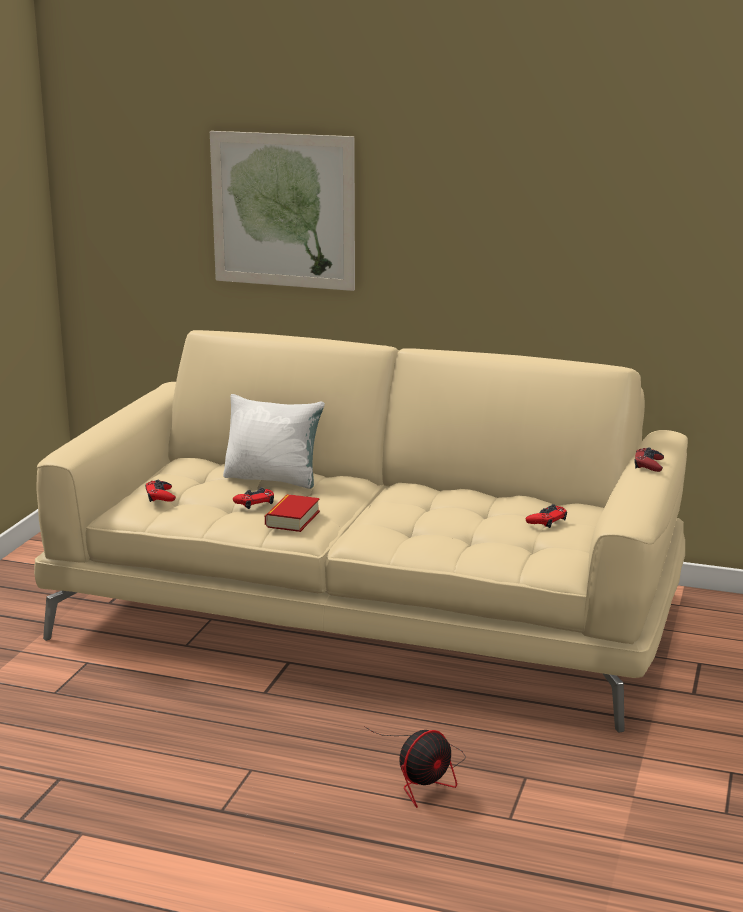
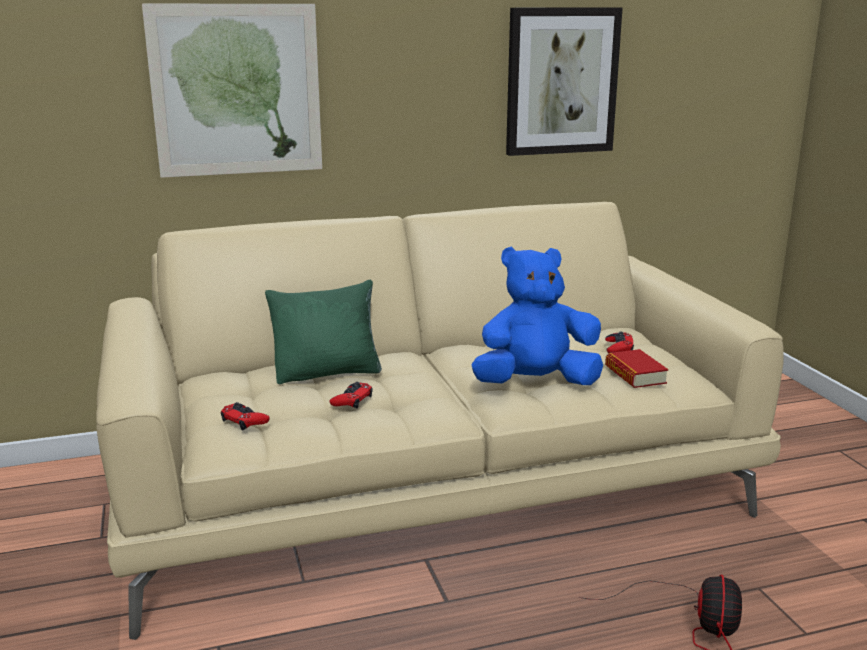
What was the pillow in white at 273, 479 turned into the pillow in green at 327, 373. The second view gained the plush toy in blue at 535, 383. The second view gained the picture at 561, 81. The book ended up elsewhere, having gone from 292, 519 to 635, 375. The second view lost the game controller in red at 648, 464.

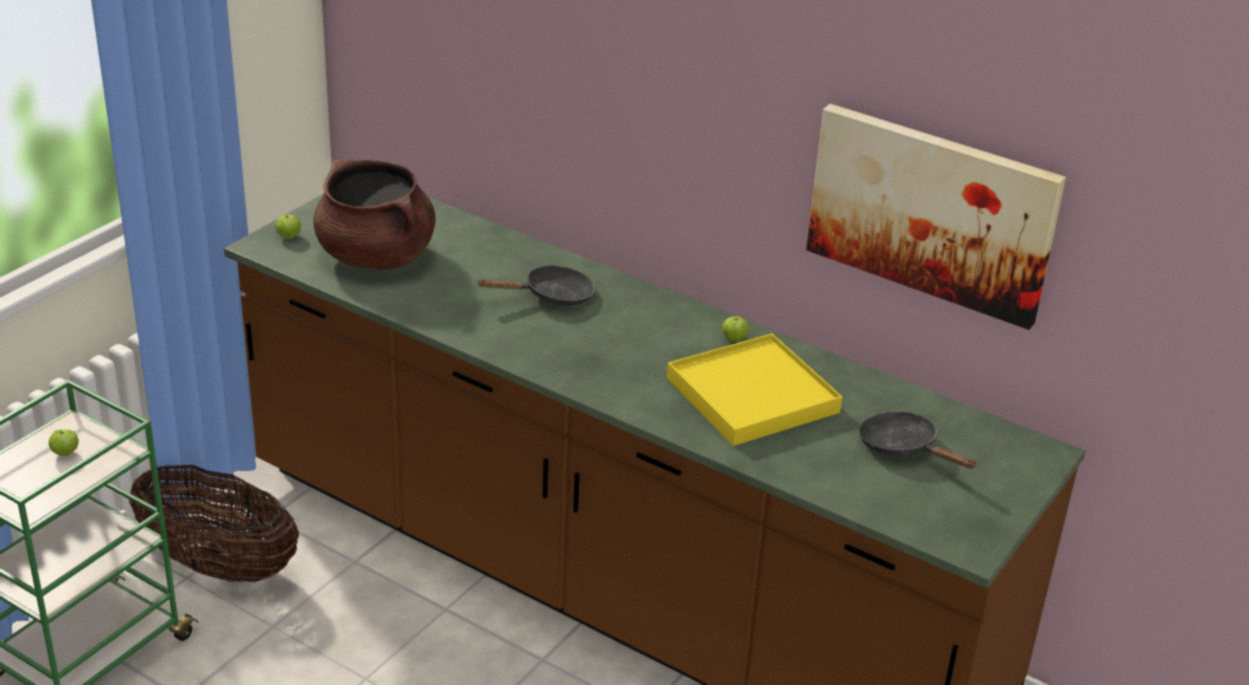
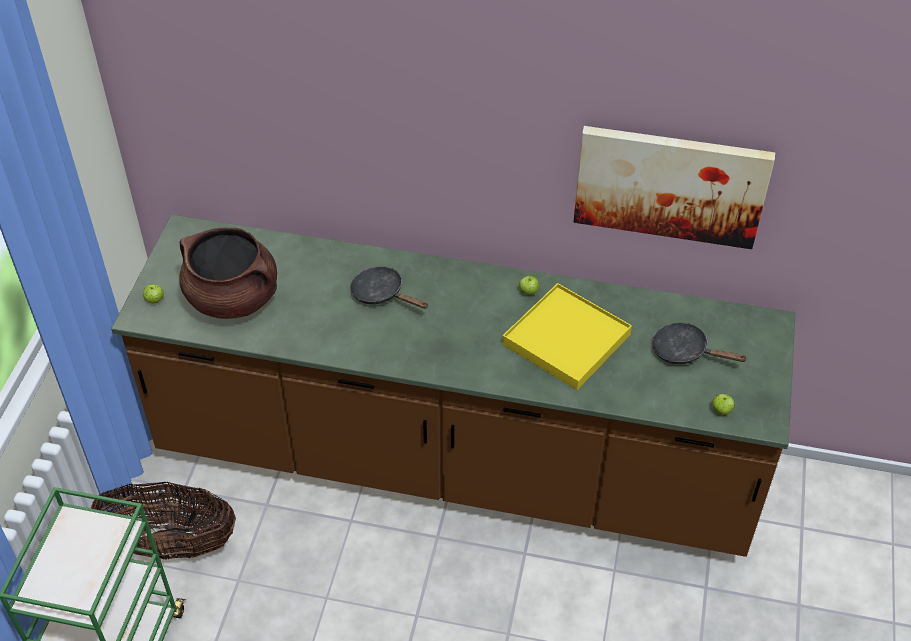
The frying pan in black at 551, 296 ended up facing another way, 105 degrees counterclockwise from before. The apple ended up elsewhere, having gone from 65, 453 to 721, 410.

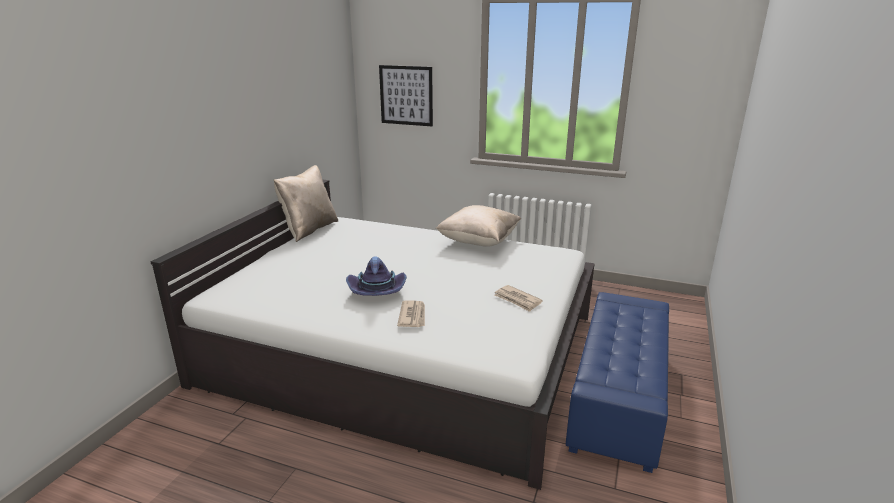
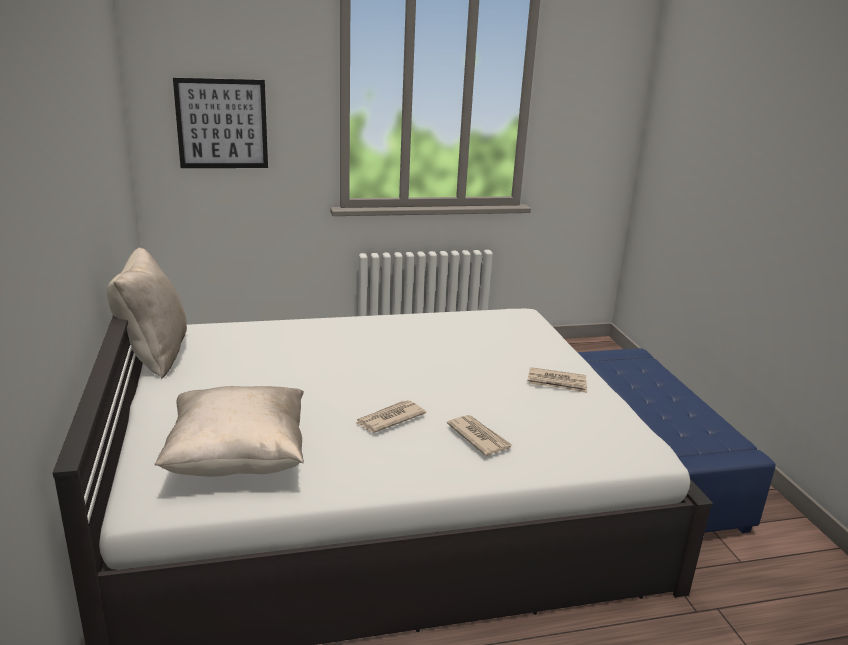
The pillow in beige ended up elsewhere, having gone from 478, 242 to 238, 460. Where the hat in purple stood at 377, 291, the newspaper came to stand at 389, 419.

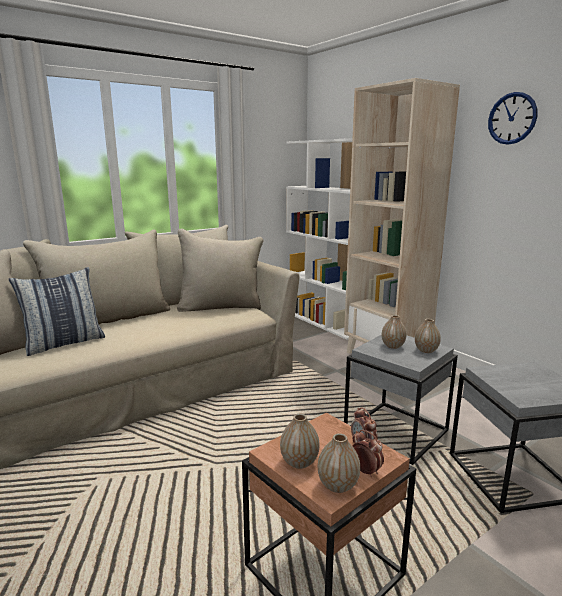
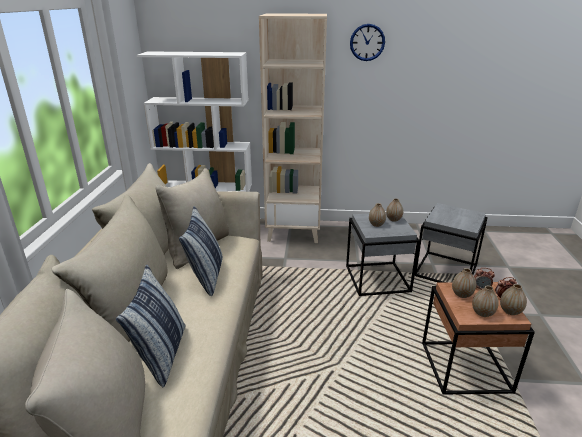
The second view gained the pillow at 206, 276. The second view gained the vase at 461, 294.

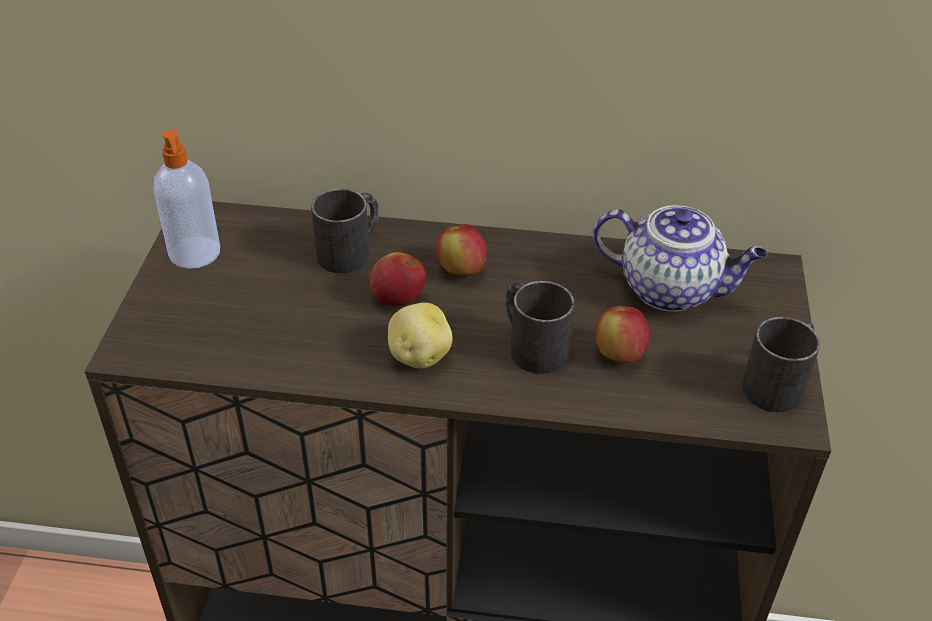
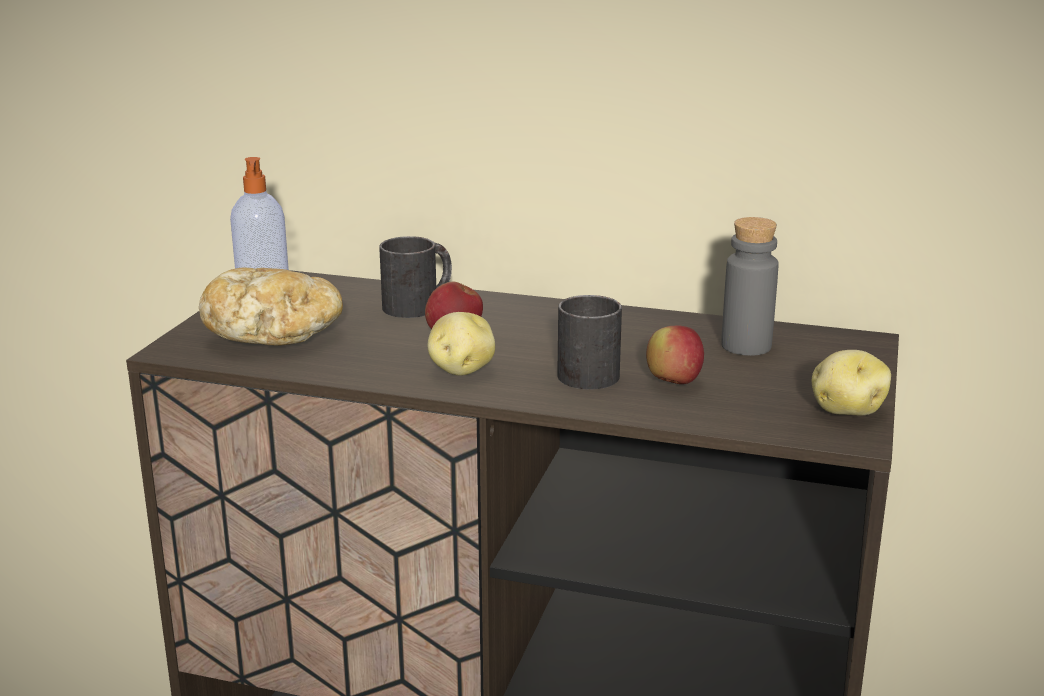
The second view gained the bread at 274, 336. Where the teapot stood at 671, 289, the bottle in grey came to stand at 746, 346. Where the mug in black stood at 779, 383, the potato came to stand at 846, 411. The second view lost the apple at 461, 270.

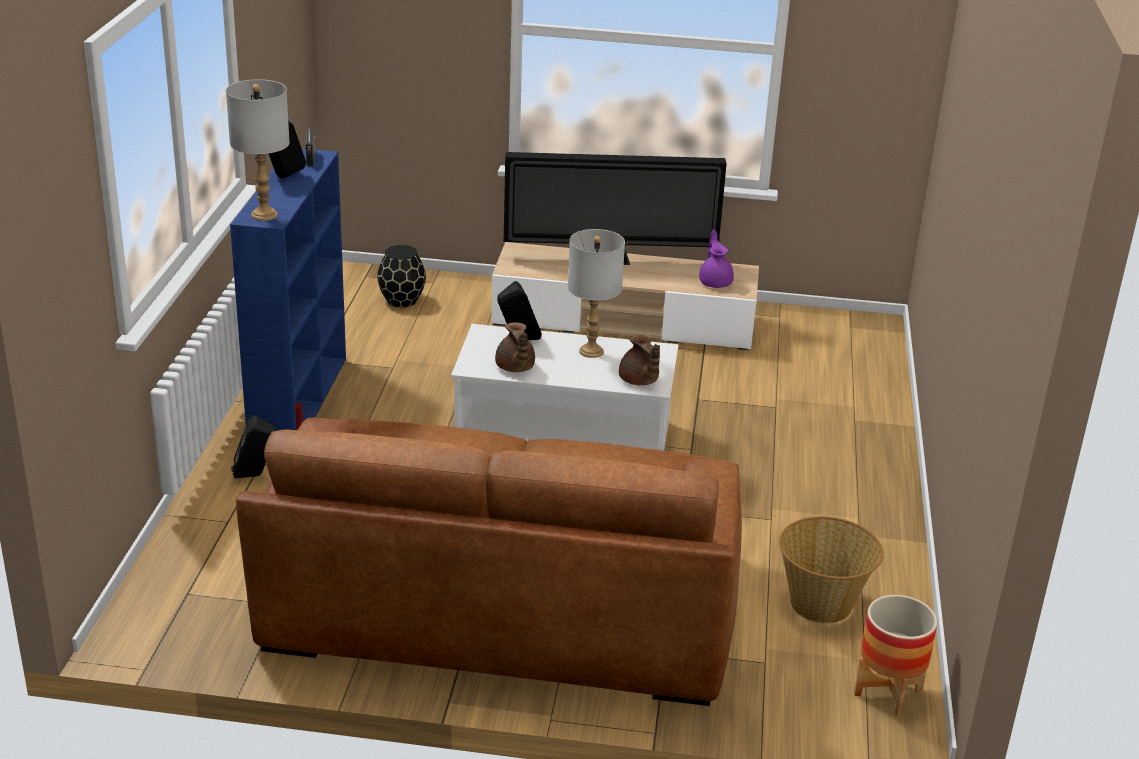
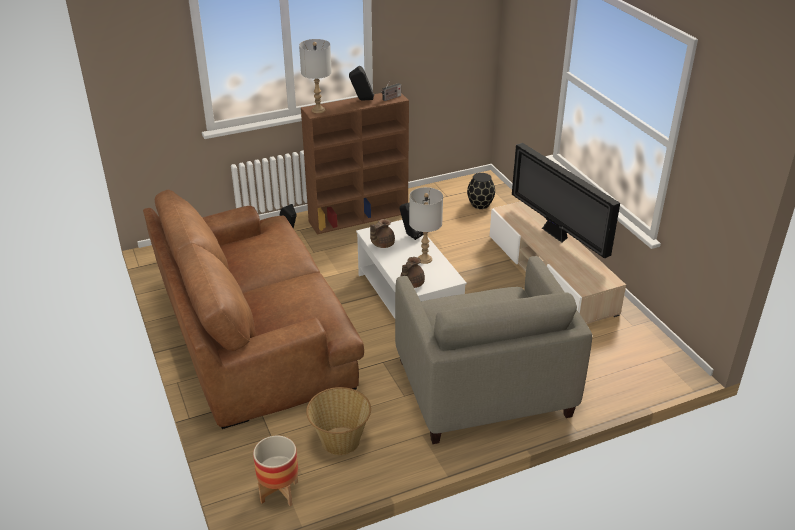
What was the bookcase in blue at 299, 400 turned into the bookcase in brown at 359, 217. The second view gained the armchair in beige at 482, 387. The second view lost the teapot in purple at 715, 282.

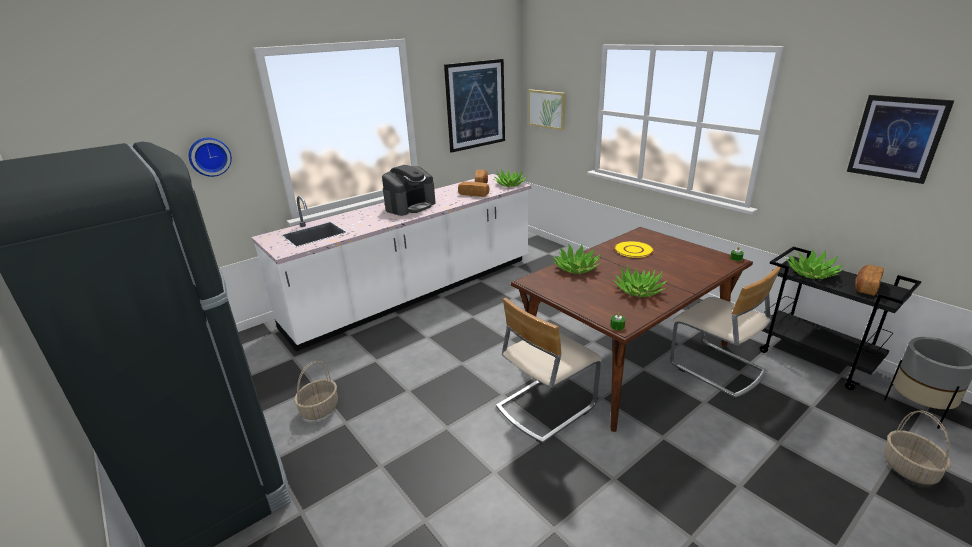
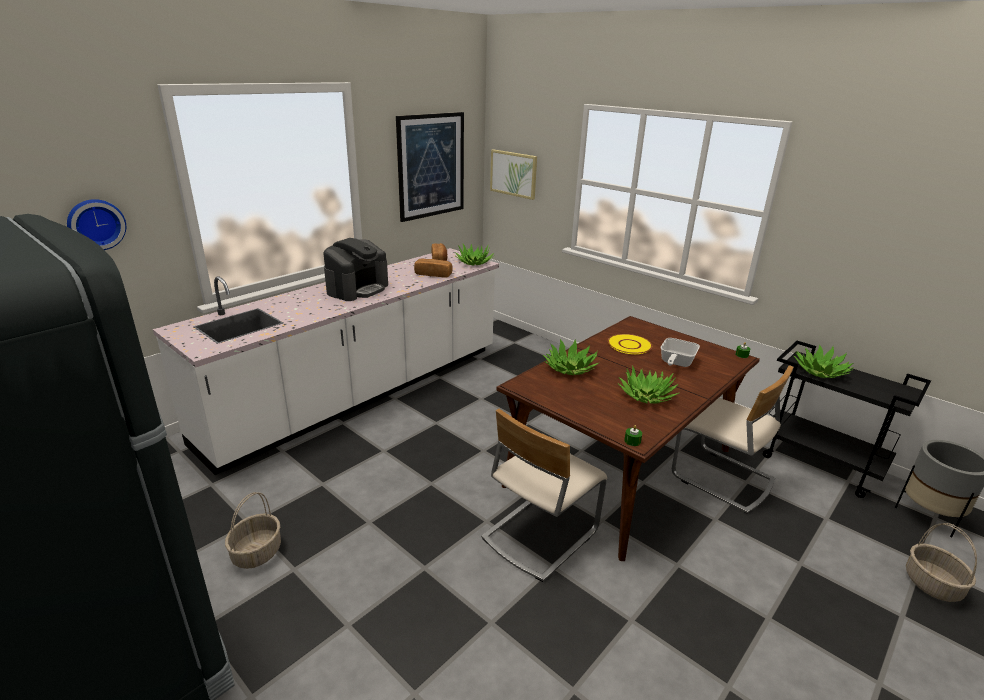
The second view gained the frying pan at 675, 363. The second view lost the picture at 896, 138. The second view lost the bread at 865, 287.

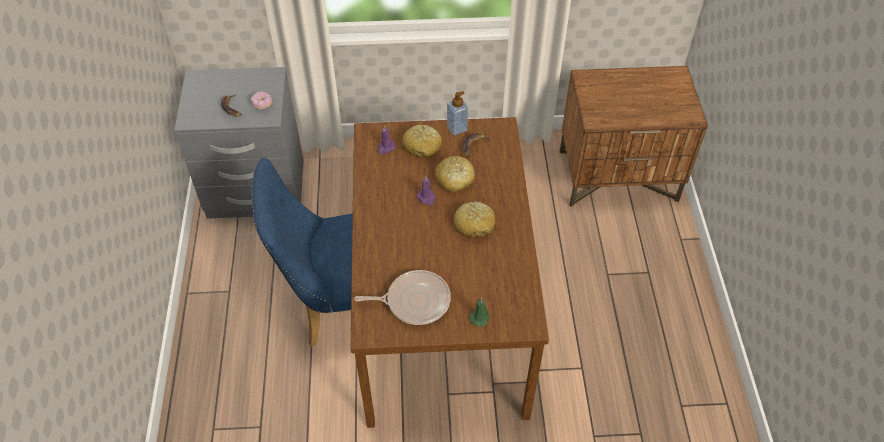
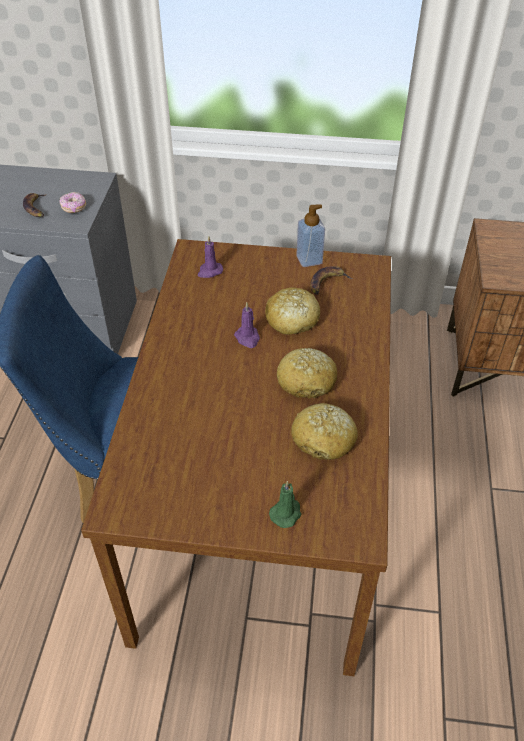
The bread ended up elsewhere, having gone from 422, 146 to 324, 439. The second view lost the frying pan at 414, 301.

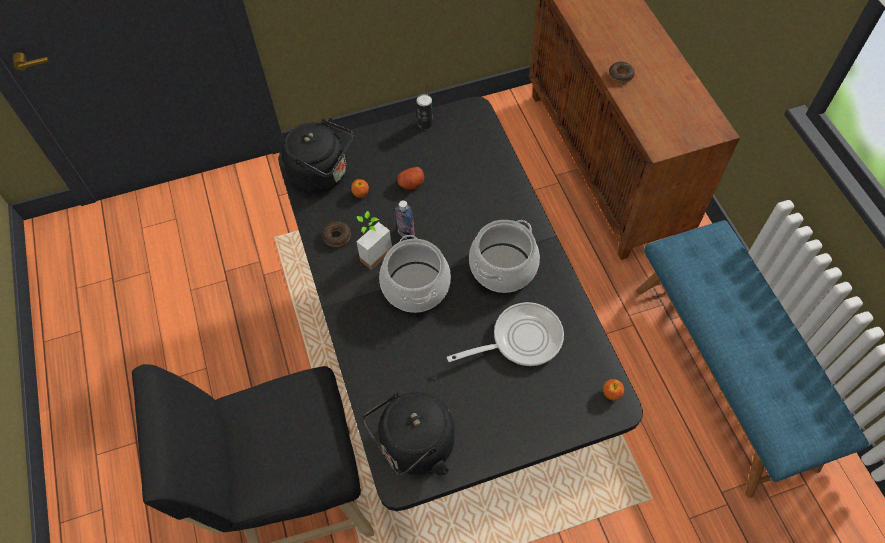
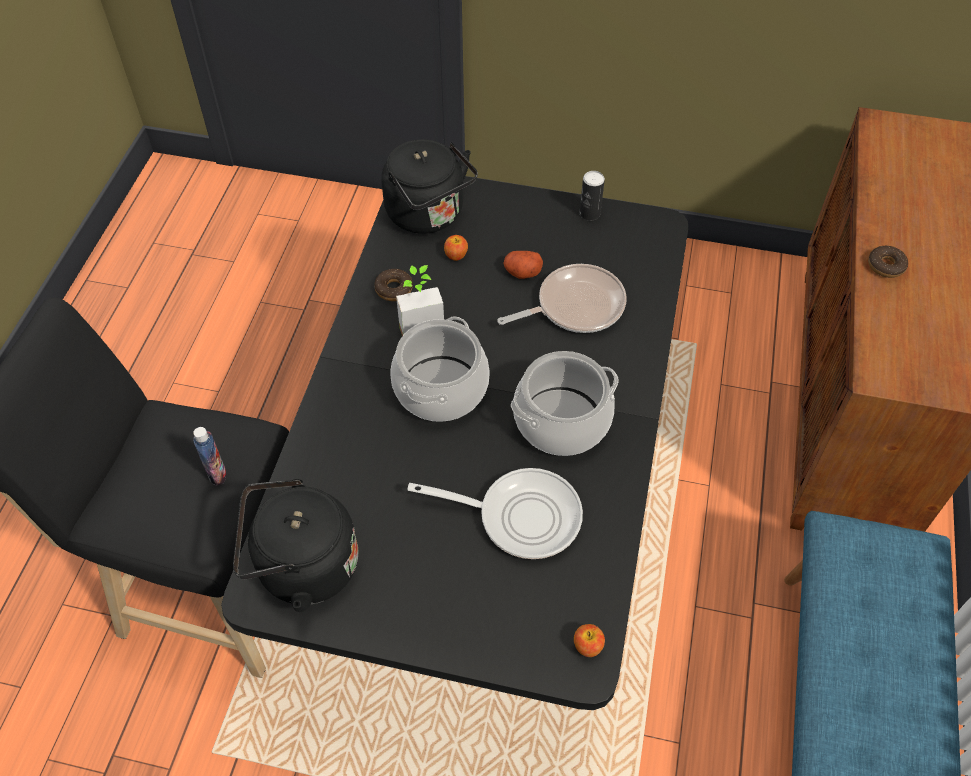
The bottle ended up elsewhere, having gone from 406, 233 to 217, 473. The second view gained the frying pan at 575, 306.

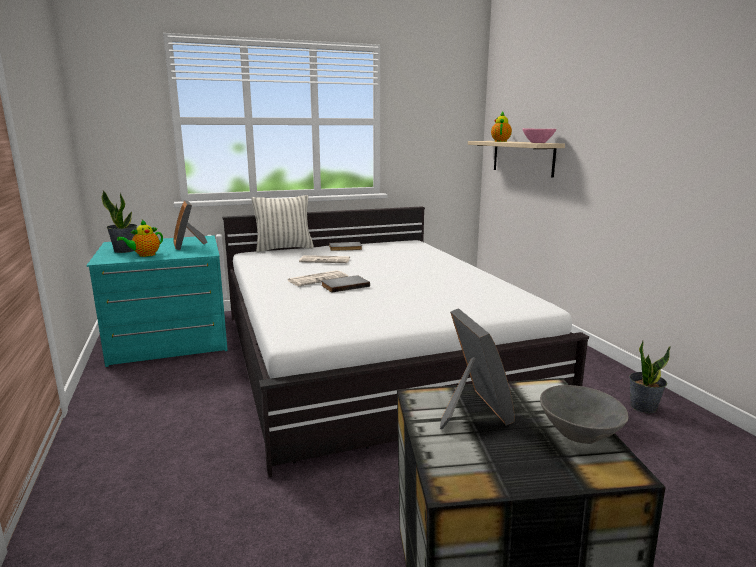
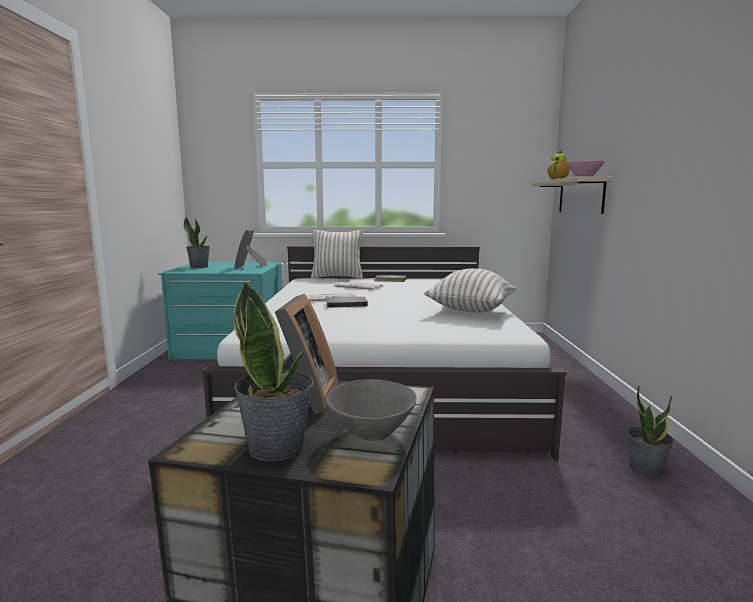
The second view gained the potted plant at 277, 447. The second view gained the pillow at 470, 311. The second view lost the teapot at 145, 255.

